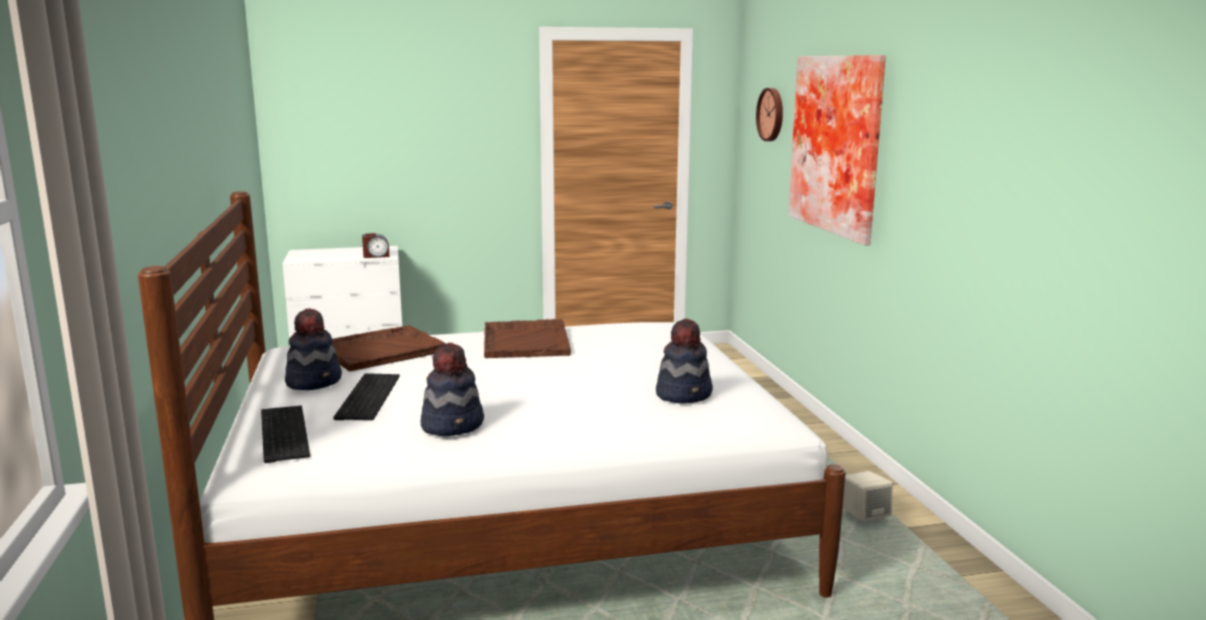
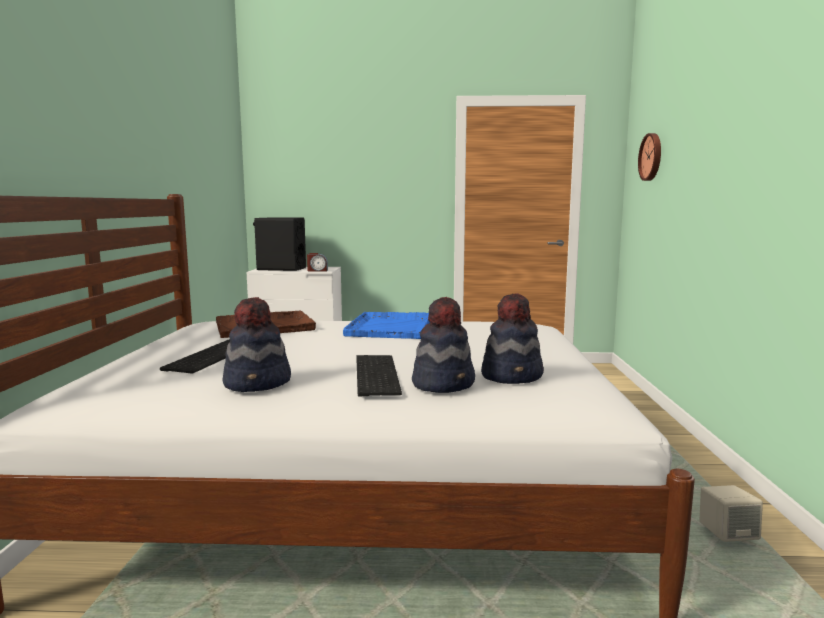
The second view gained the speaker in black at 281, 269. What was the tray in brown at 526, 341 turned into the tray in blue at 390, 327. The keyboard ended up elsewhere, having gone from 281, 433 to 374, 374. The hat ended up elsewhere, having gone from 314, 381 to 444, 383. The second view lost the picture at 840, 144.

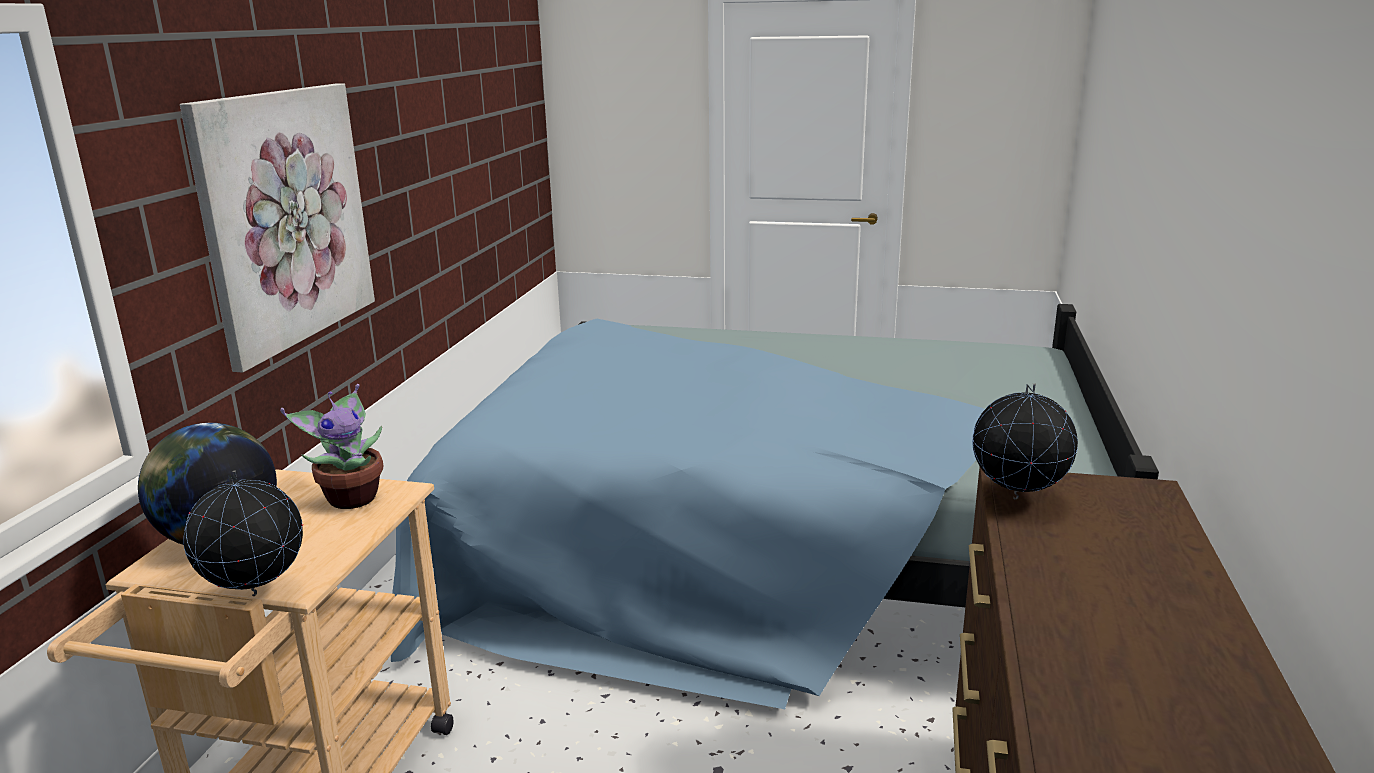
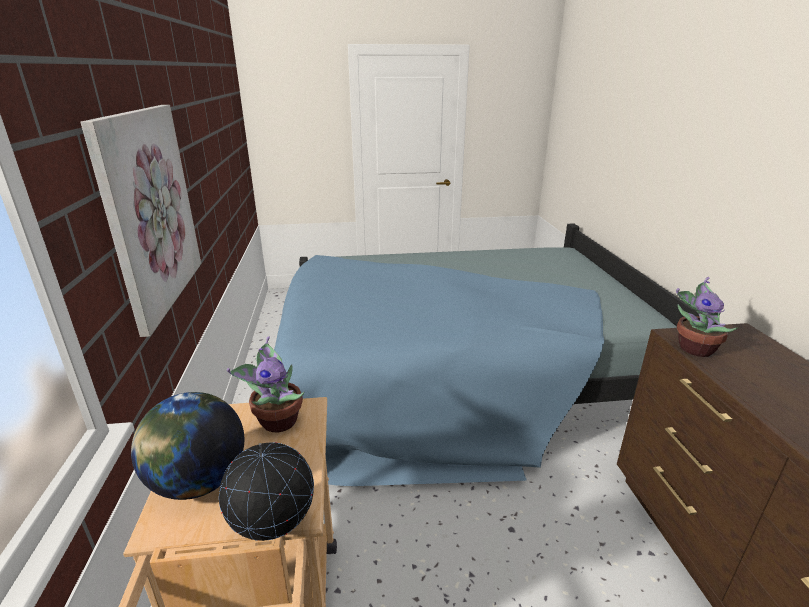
Where the globe stood at 1017, 499, the potted plant came to stand at 693, 348.

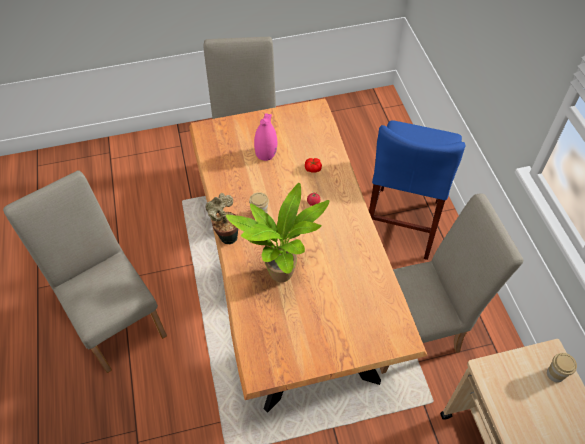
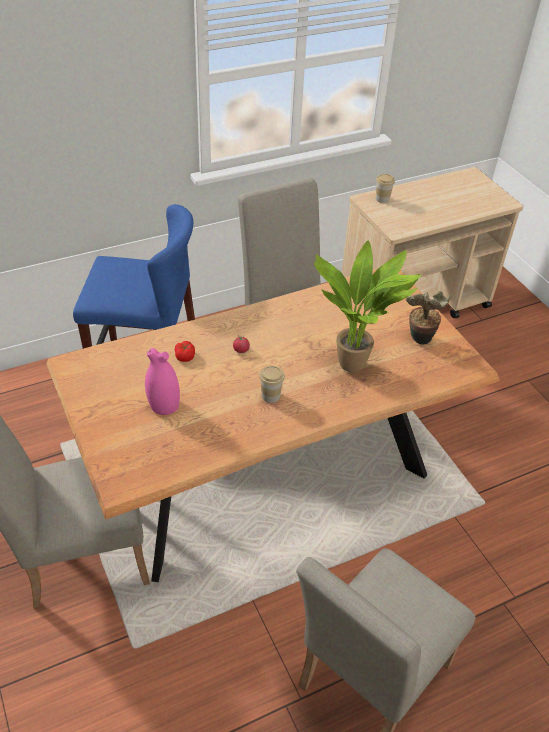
The potted plant ended up elsewhere, having gone from 227, 236 to 419, 340.

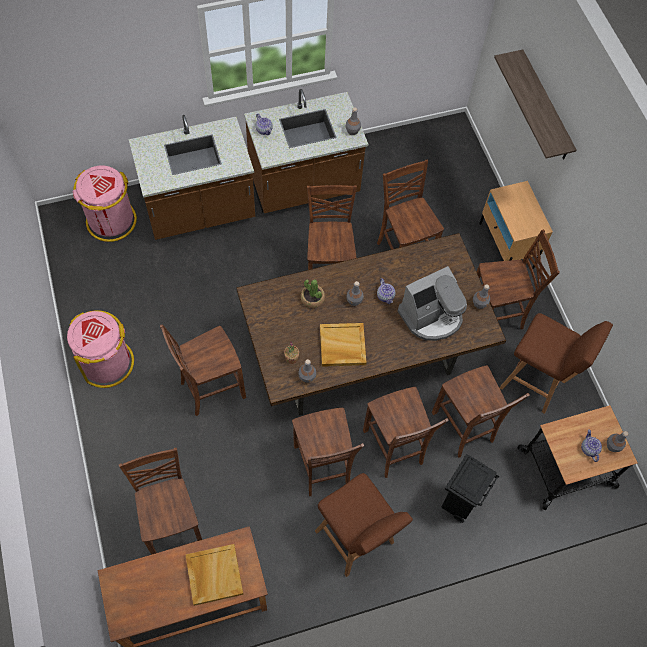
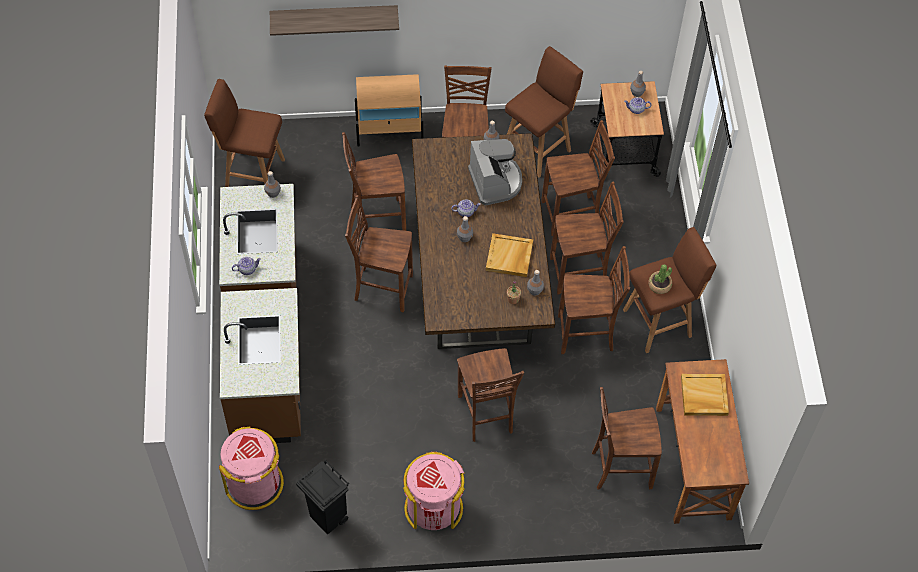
The second view gained the stool in brown at 252, 174. The trash can in black ended up elsewhere, having gone from 458, 504 to 328, 518. The potted plant ended up elsewhere, having gone from 312, 298 to 659, 285.

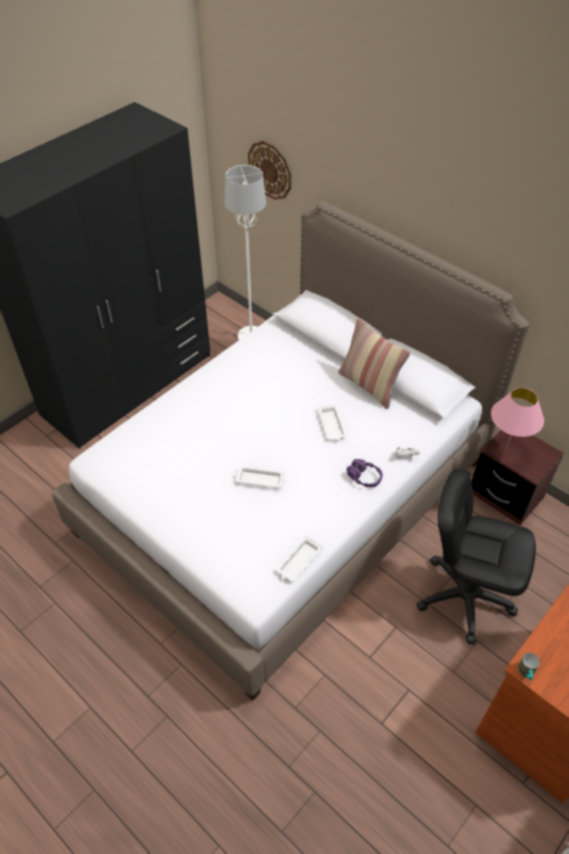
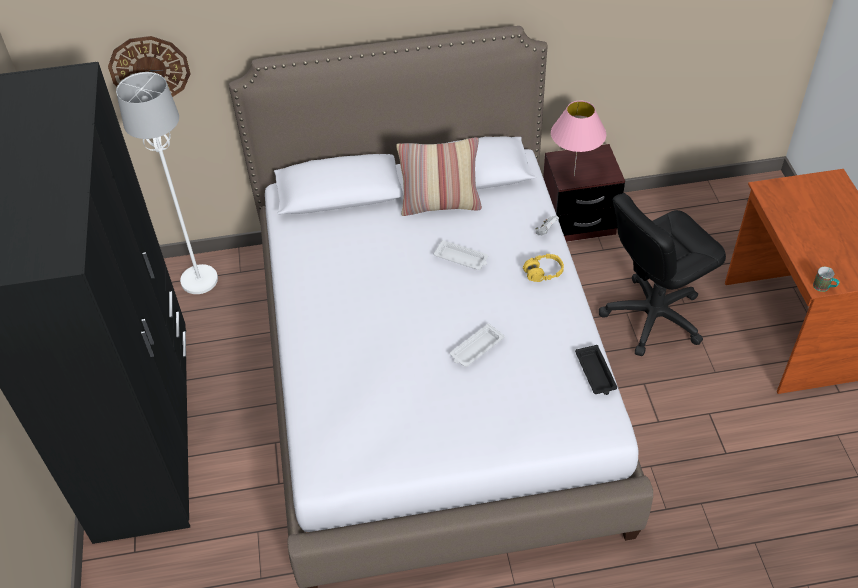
What was the headphones in purple at 364, 477 turned into the headphones in yellow at 543, 272. What was the tray in white at 298, 561 turned into the tray in black at 596, 373.

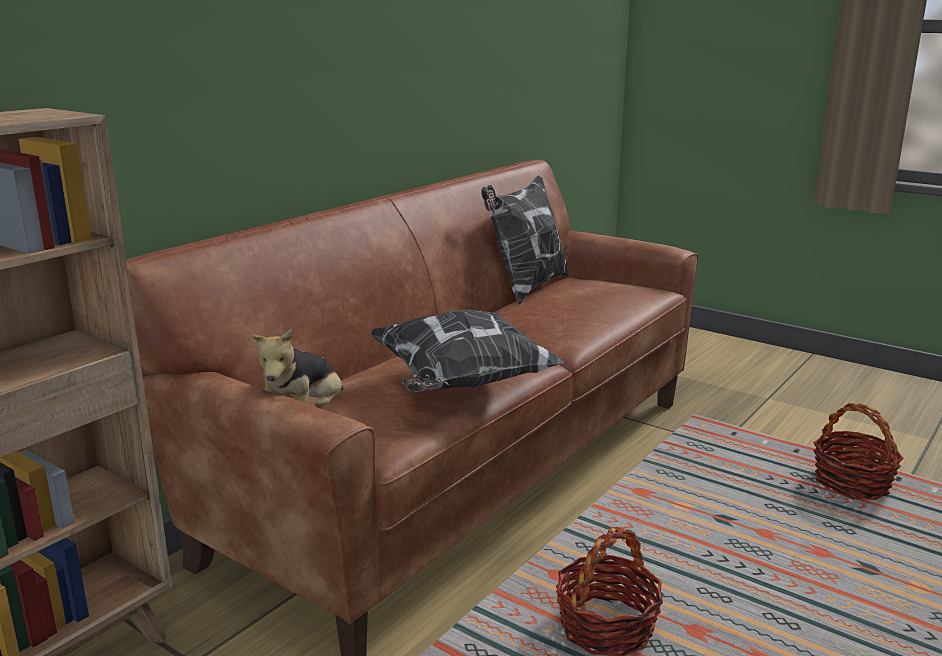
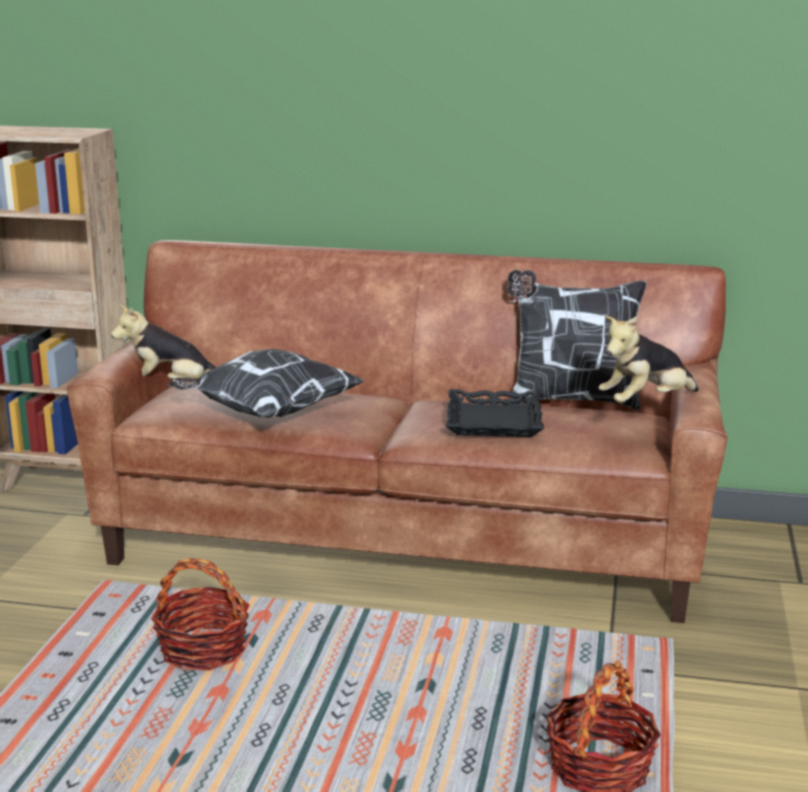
The second view gained the tray in black at 495, 421. The second view gained the plush toy at 645, 403.

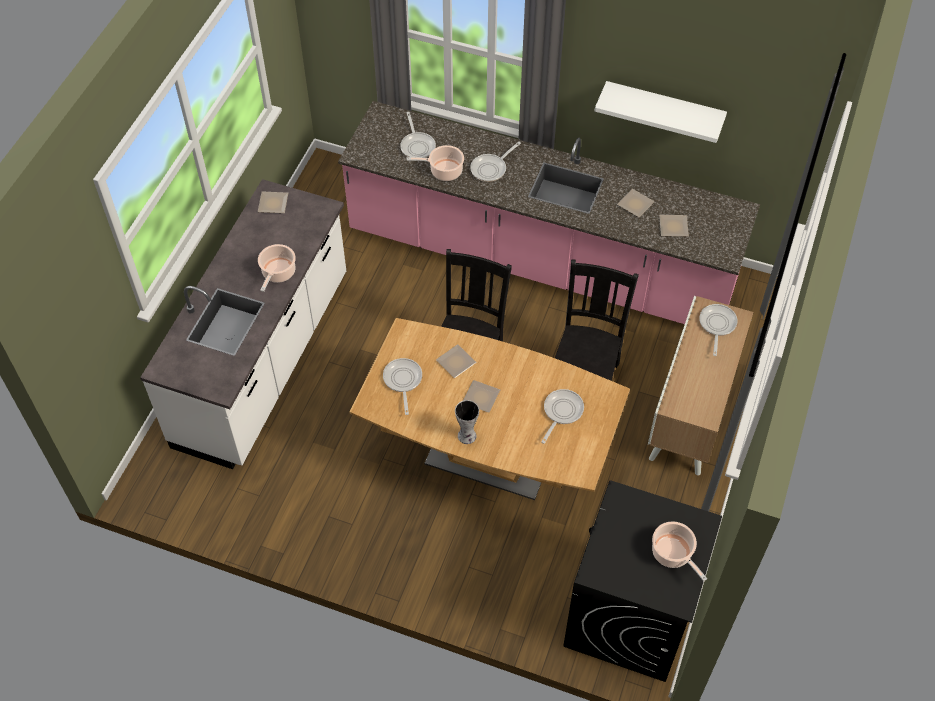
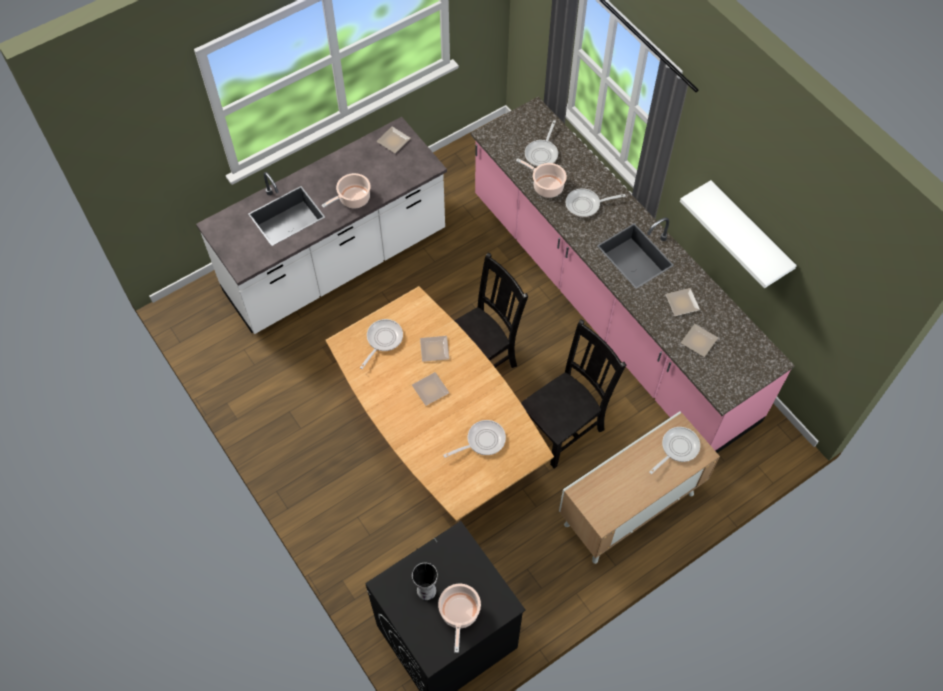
The vase ended up elsewhere, having gone from 466, 436 to 425, 591.

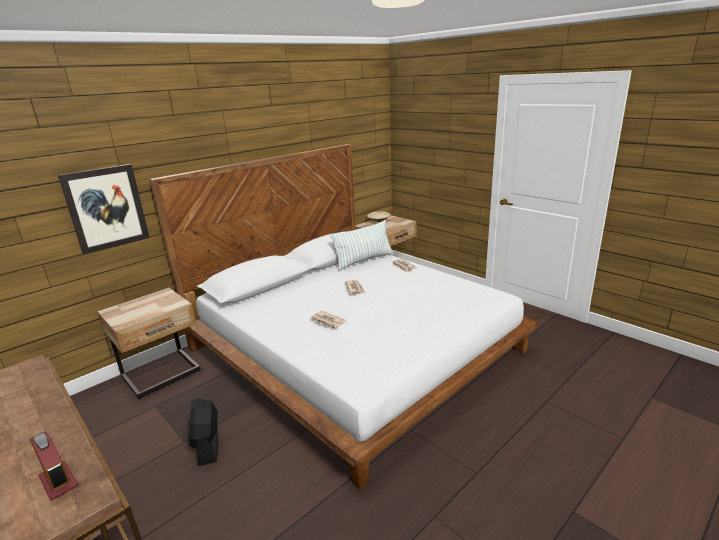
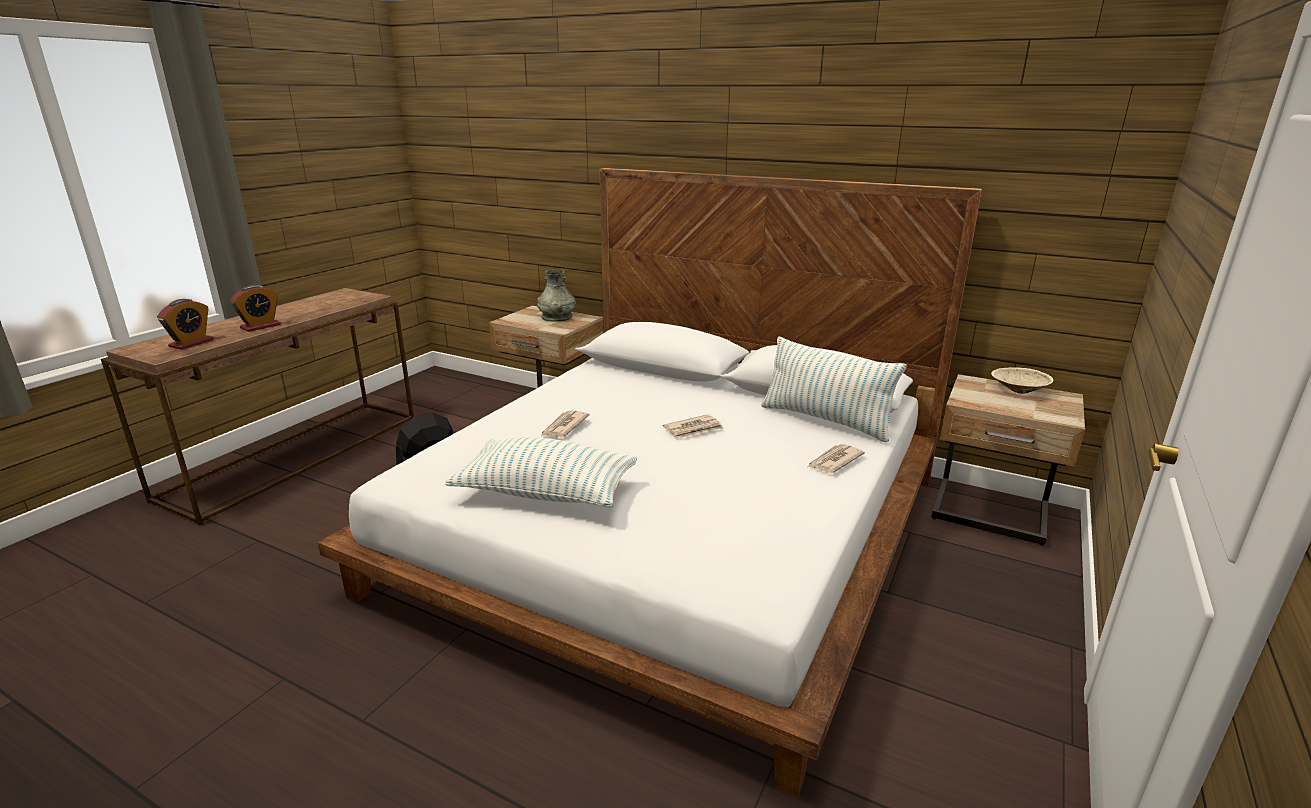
The second view gained the alarm clock at 260, 326. The second view gained the pillow at 546, 493. The second view gained the vase in grey at 557, 317. The second view lost the picture at 106, 208.

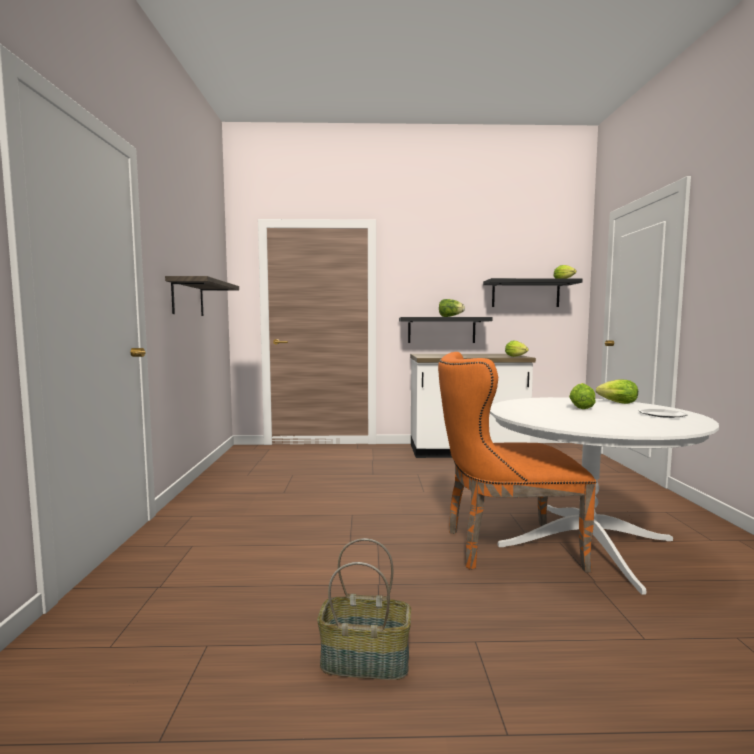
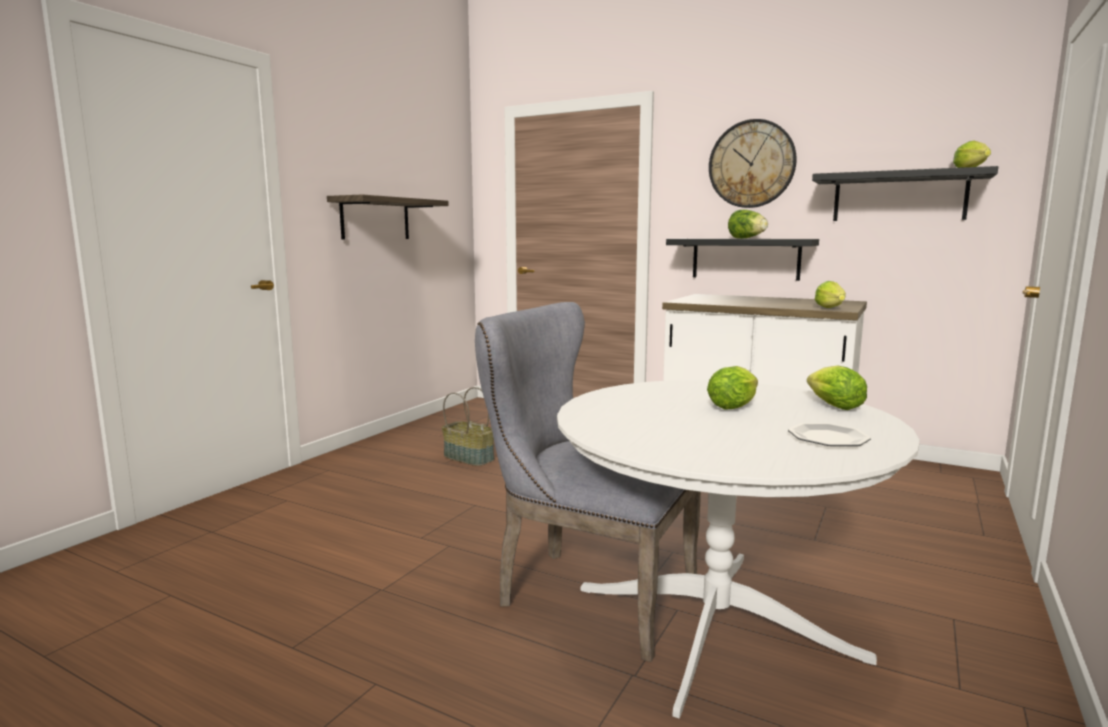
The basket ended up elsewhere, having gone from 366, 660 to 469, 458. What was the chair in orange at 502, 547 turned into the chair in grey at 584, 592. The second view gained the wall clock at 751, 164.

